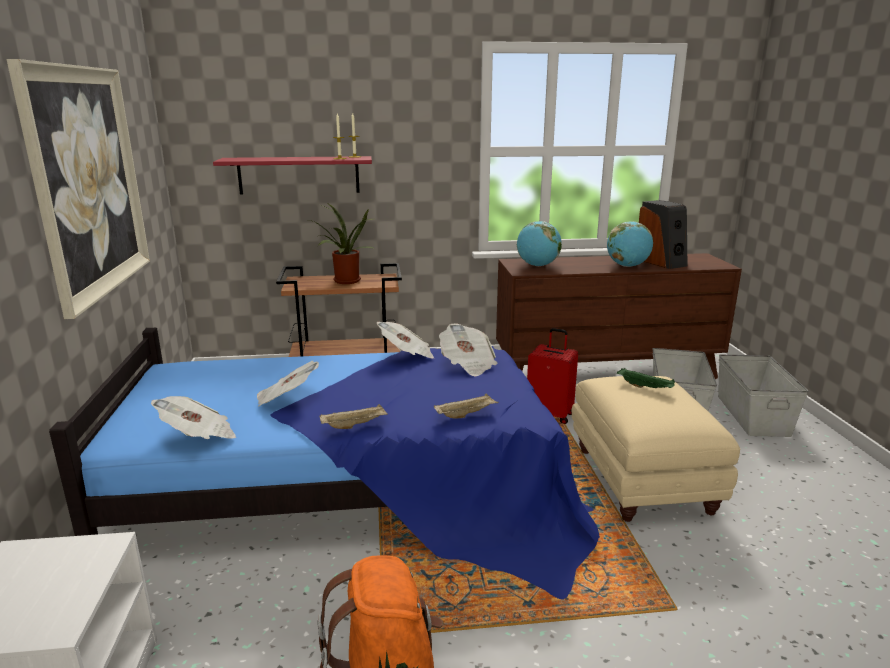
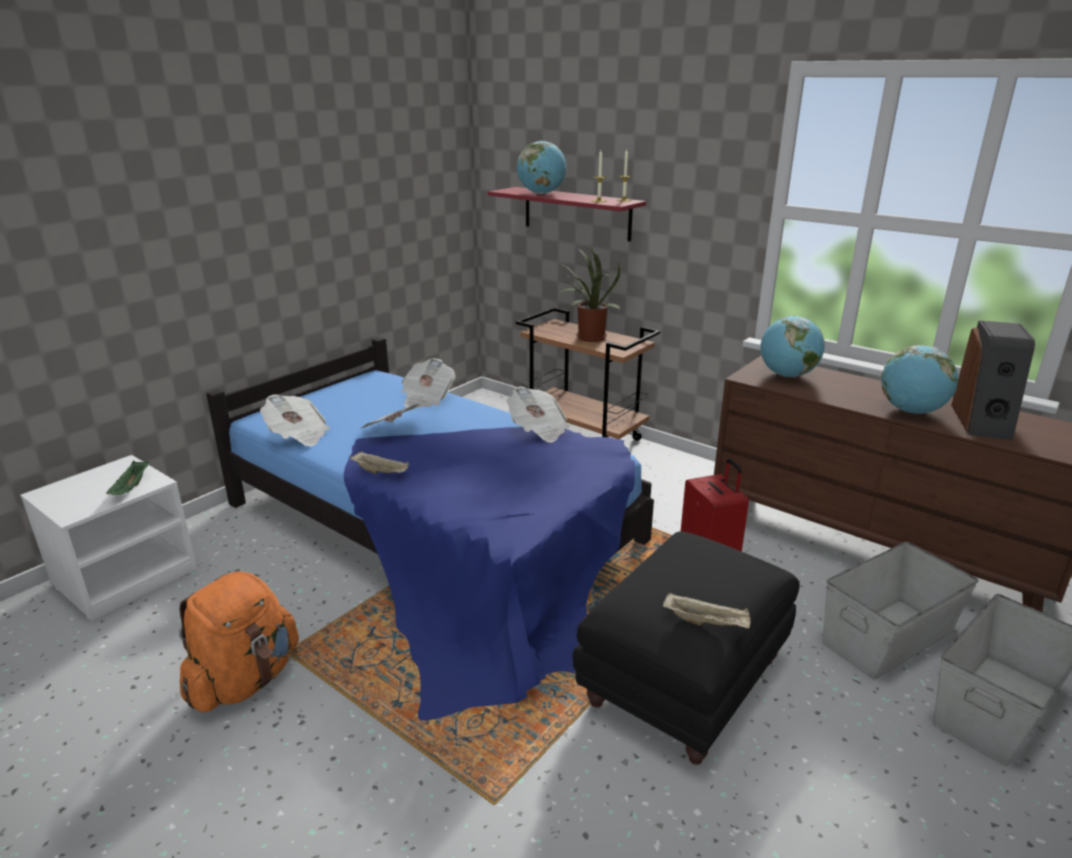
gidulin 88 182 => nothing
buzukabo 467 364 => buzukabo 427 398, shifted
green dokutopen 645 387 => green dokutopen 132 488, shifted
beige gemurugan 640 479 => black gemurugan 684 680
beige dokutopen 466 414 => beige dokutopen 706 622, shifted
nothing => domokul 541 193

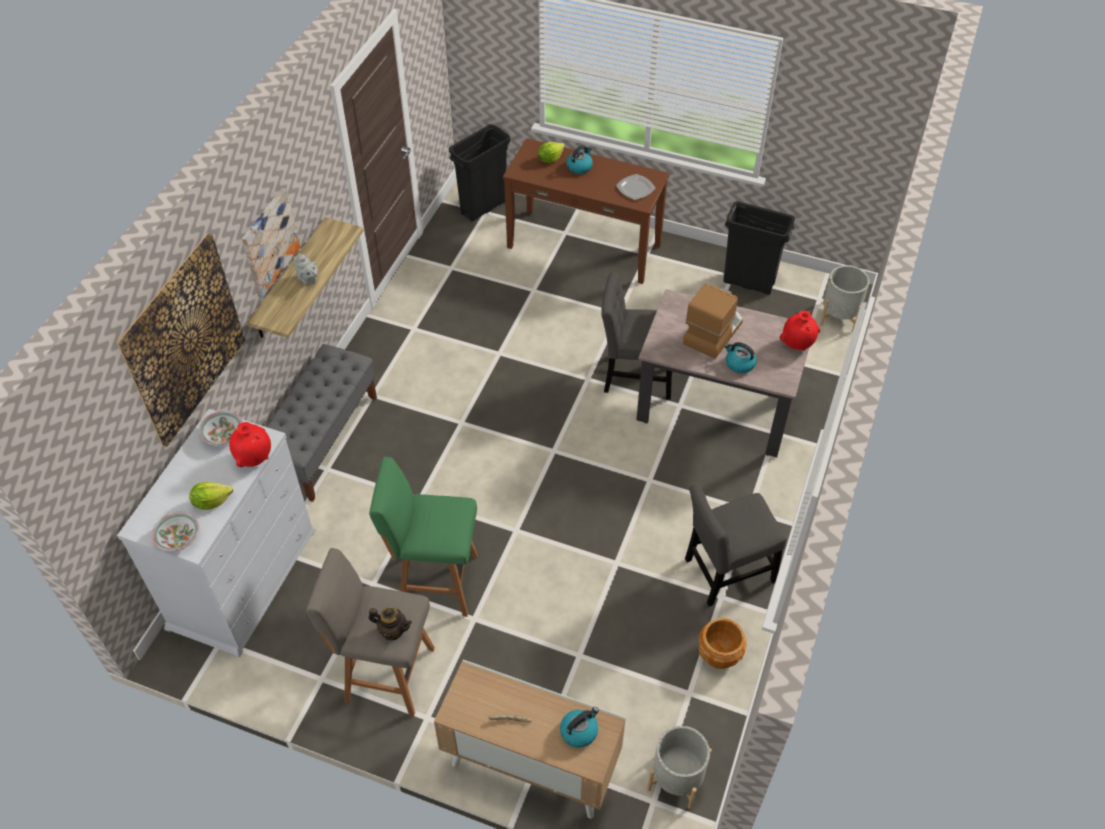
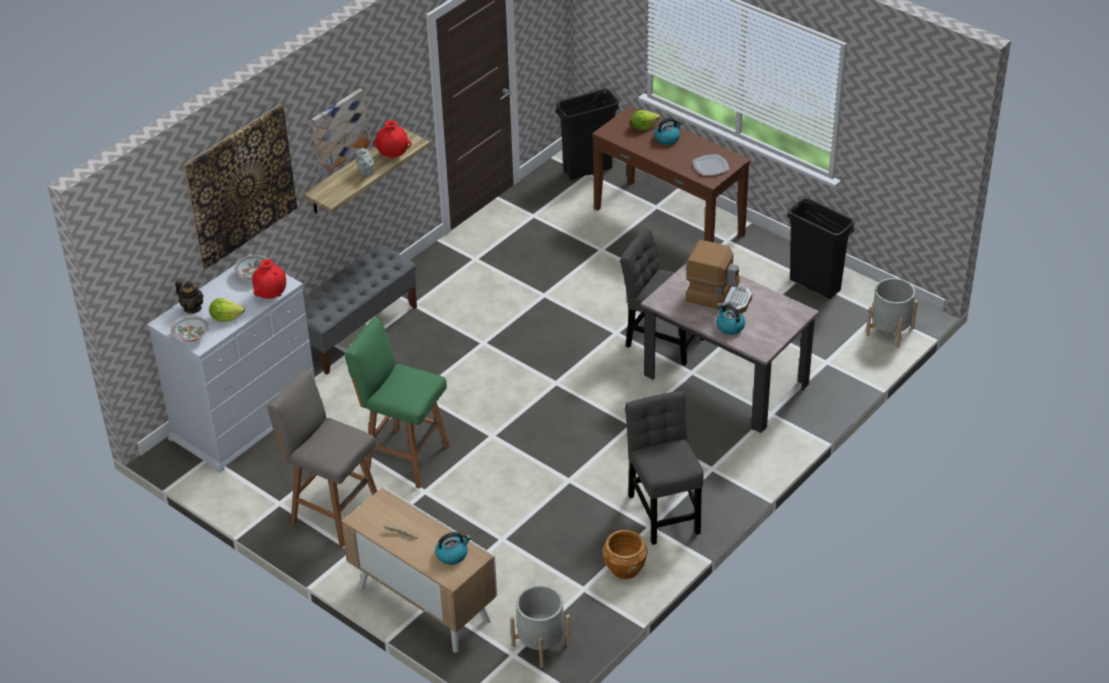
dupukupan 712 332 => dupukupan 719 297, 60 degrees clockwise
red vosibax 797 344 => red vosibax 393 155, shifted
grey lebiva 725 572 => grey lebiva 663 510, 75 degrees clockwise
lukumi 392 630 => lukumi 192 308, shifted

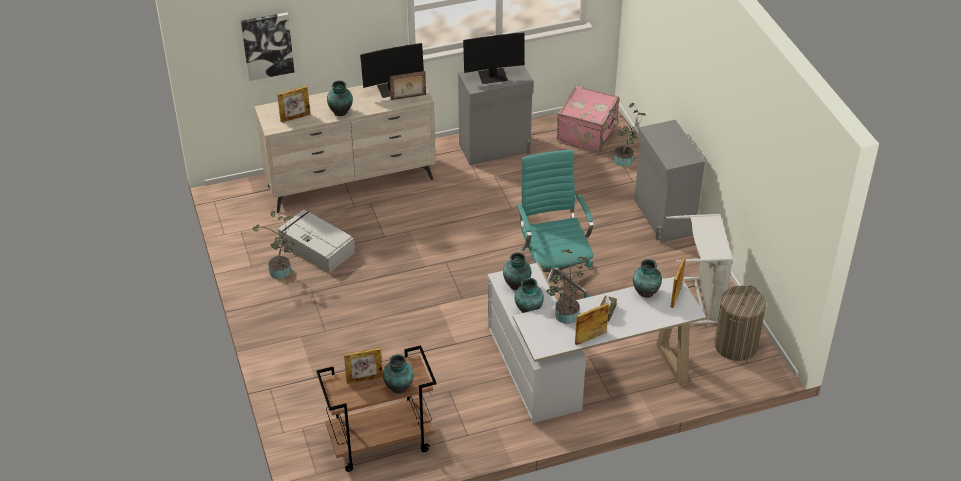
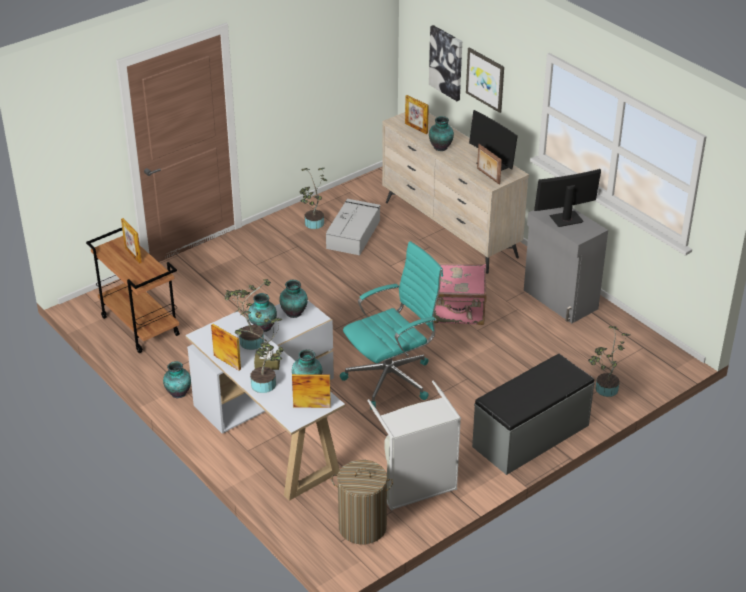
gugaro 493 76 => gugaro 566 219, 105 degrees clockwise
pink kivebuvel 588 133 => pink kivebuvel 457 310, shifted
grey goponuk 663 217 => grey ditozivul 531 436
vosibax 399 388 => vosibax 178 393, shifted
nothing => gidulin 485 79
nothing => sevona 265 386

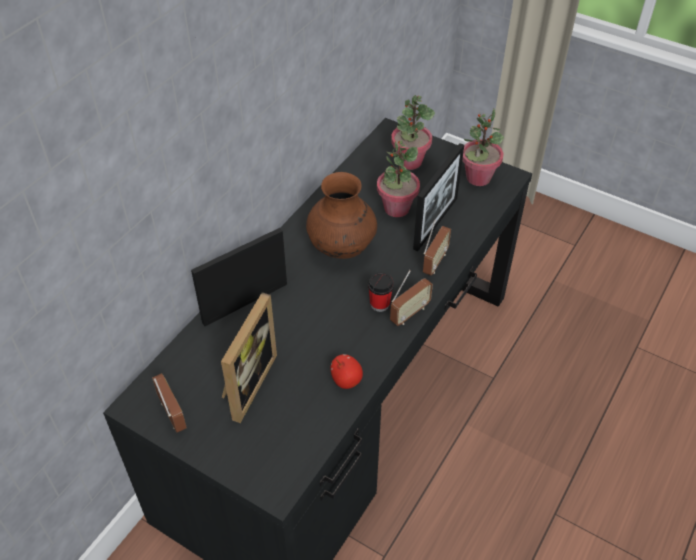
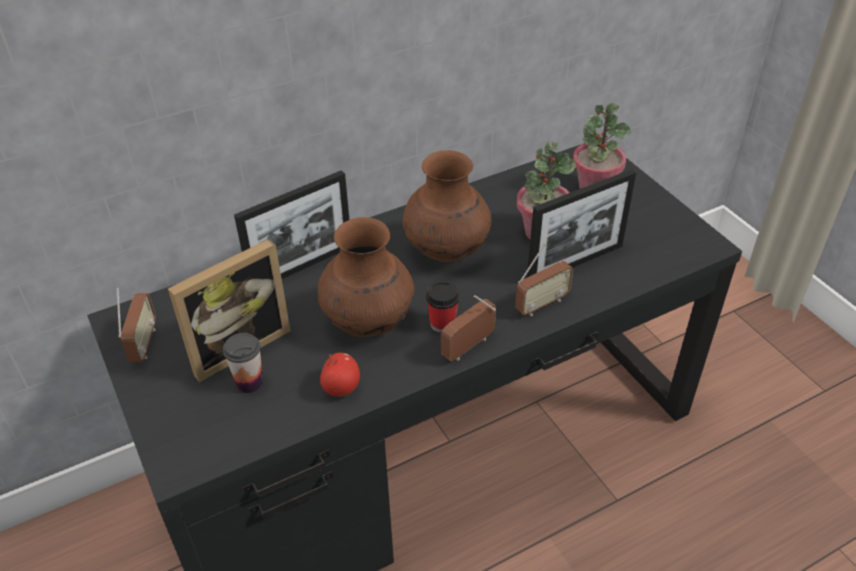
sevona 478 178 => nothing
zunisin 245 303 => zunisin 302 267, 150 degrees clockwise
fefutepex 409 313 => fefutepex 468 347, 150 degrees clockwise
nothing => brown vosibax 368 322
nothing => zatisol 249 382

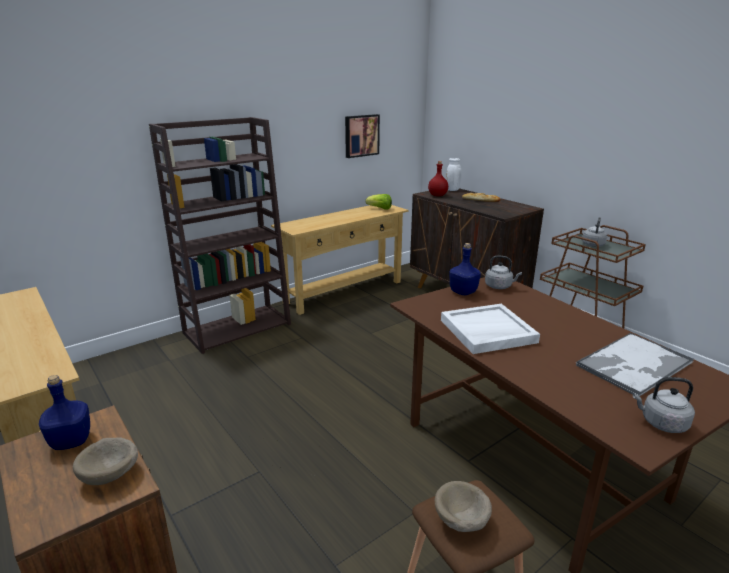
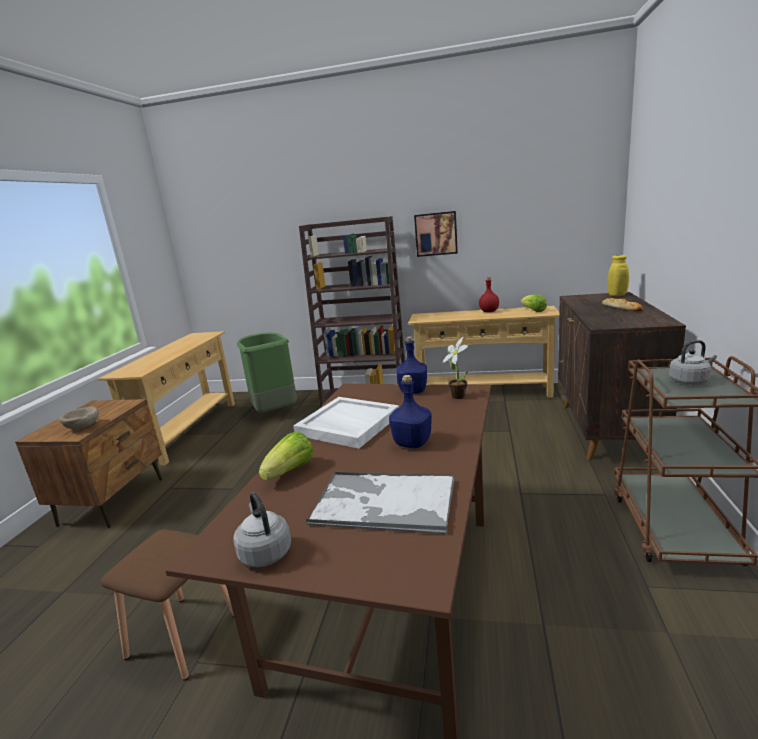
gidulin 361 135 => gidulin 436 234, shifted
white vosibax 452 190 => yellow vosibax 616 296
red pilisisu 438 195 => red pilisisu 489 311, shifted
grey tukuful 499 286 => sevona 457 395
blue pilisisu 70 441 => blue pilisisu 411 443, shifted
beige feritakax 461 521 => nothing
nothing => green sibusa 274 412
nothing => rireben 290 472

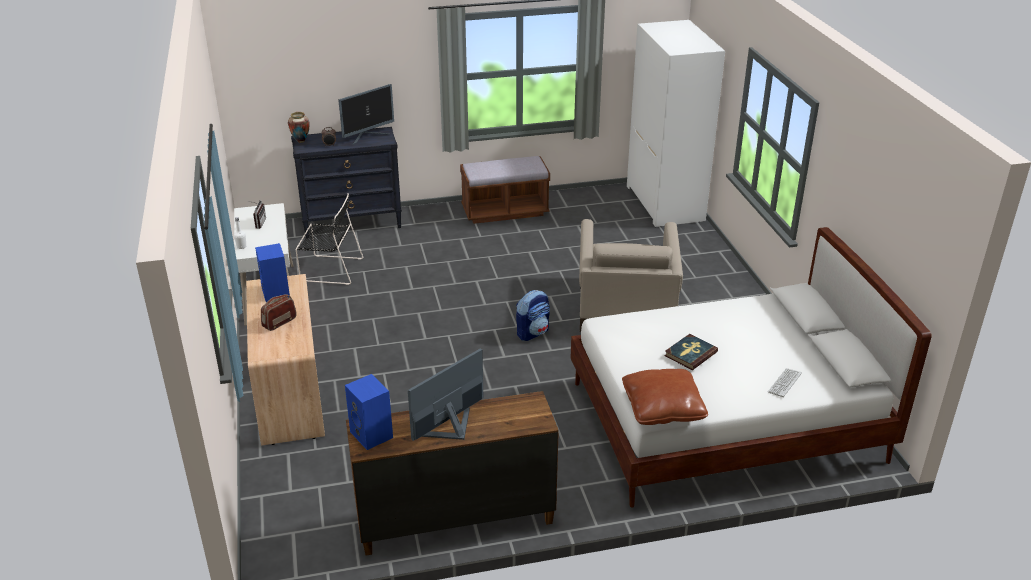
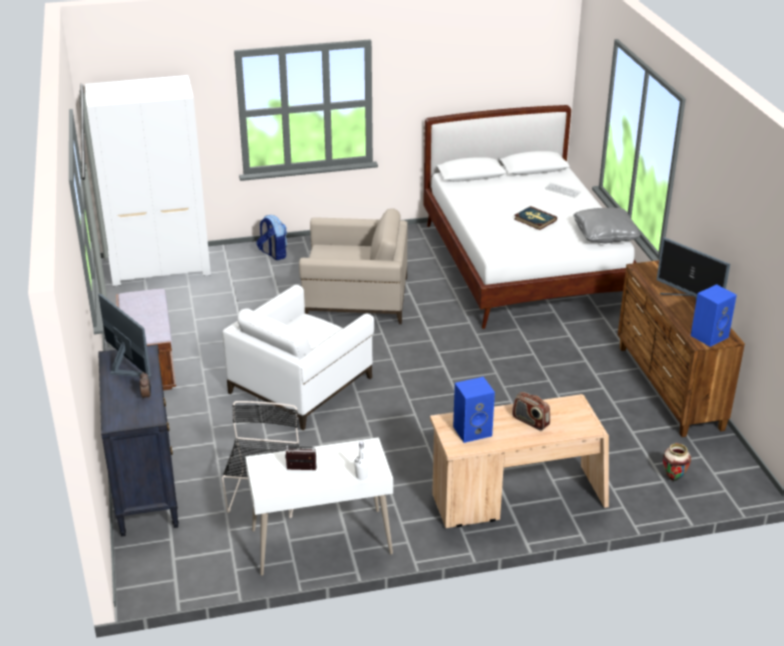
vosibax 300 141 => vosibax 673 478, shifted
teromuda 533 332 => teromuda 273 254, shifted
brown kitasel 662 408 => grey kitasel 605 235
nothing => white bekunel 301 385

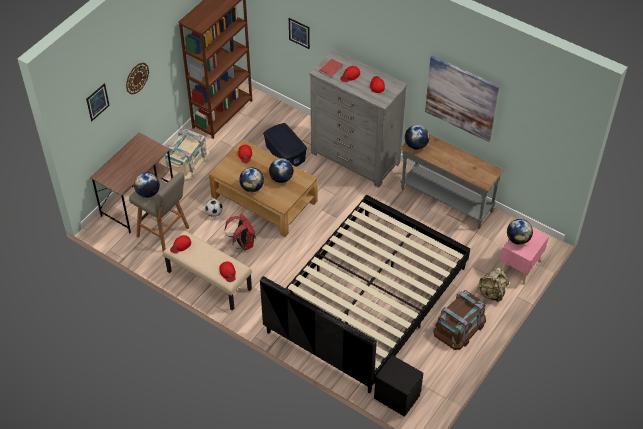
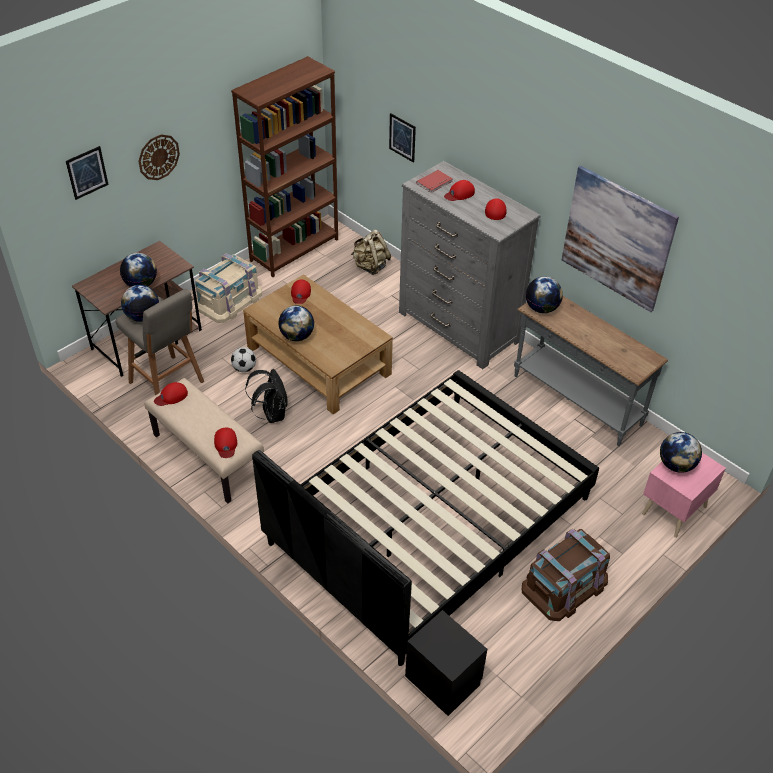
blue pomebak 285 153 => nothing
domokul 281 178 => domokul 141 284, shifted
red teromuda 243 243 => black teromuda 271 414
beige teromuda 492 292 => beige teromuda 370 266, shifted

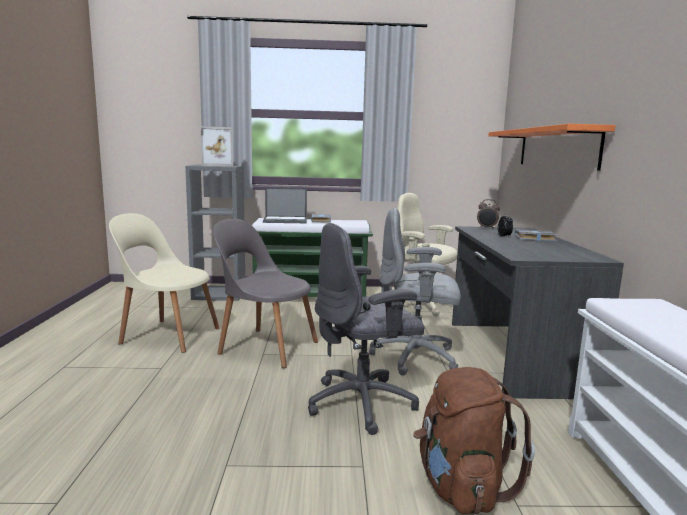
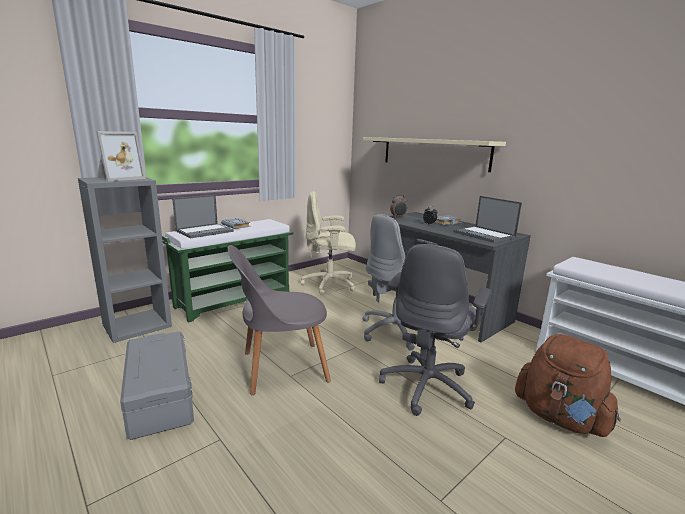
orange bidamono 556 148 => beige bidamono 433 153
beige lebiva 167 335 => grey pomebak 159 397
nothing => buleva 484 235

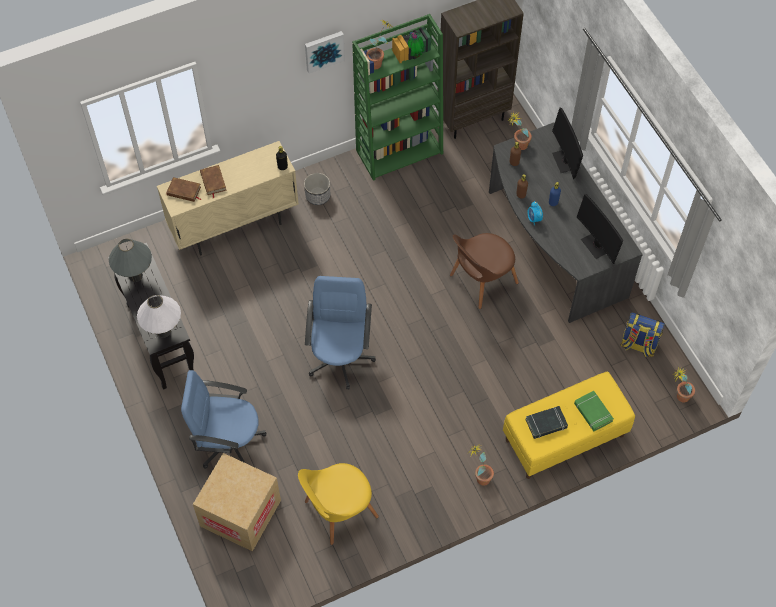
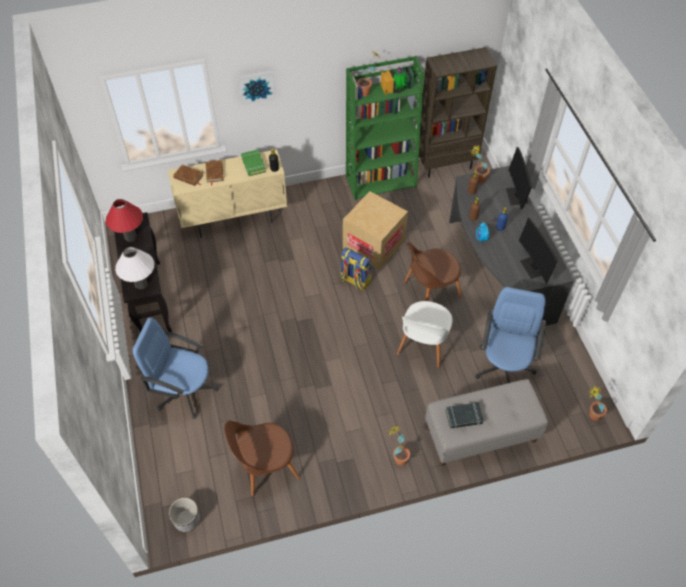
gidulin 324 50 => gidulin 256 86, shifted
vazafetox 317 196 => vazafetox 186 519, shifted
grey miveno 135 276 => red miveno 130 236
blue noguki 340 357 => blue noguki 504 366, shifted
teromuda 638 345 => teromuda 355 280, shifted
yellow ditozivul 564 438 => grey ditozivul 480 435
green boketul 593 412 => green boketul 253 164, shifted
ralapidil 240 513 => ralapidil 374 244, shifted
yellow lebiva 338 511 => brown lebiva 265 466
nothing => white lebiva 423 345

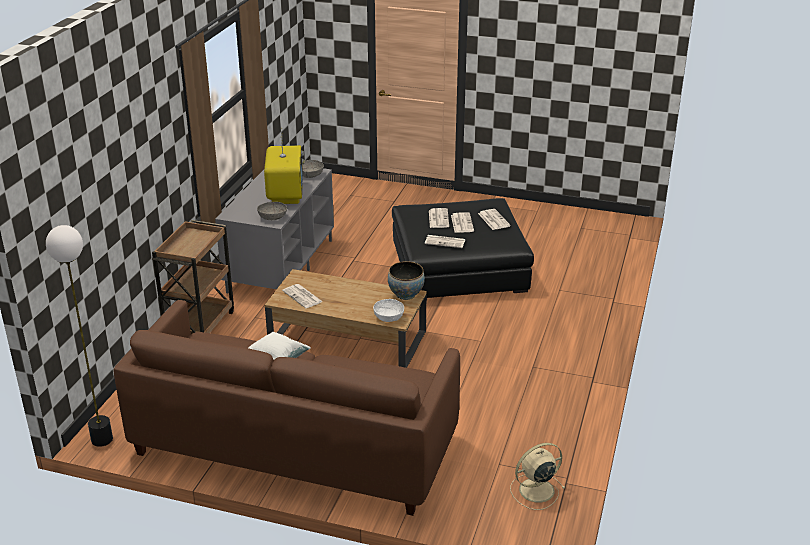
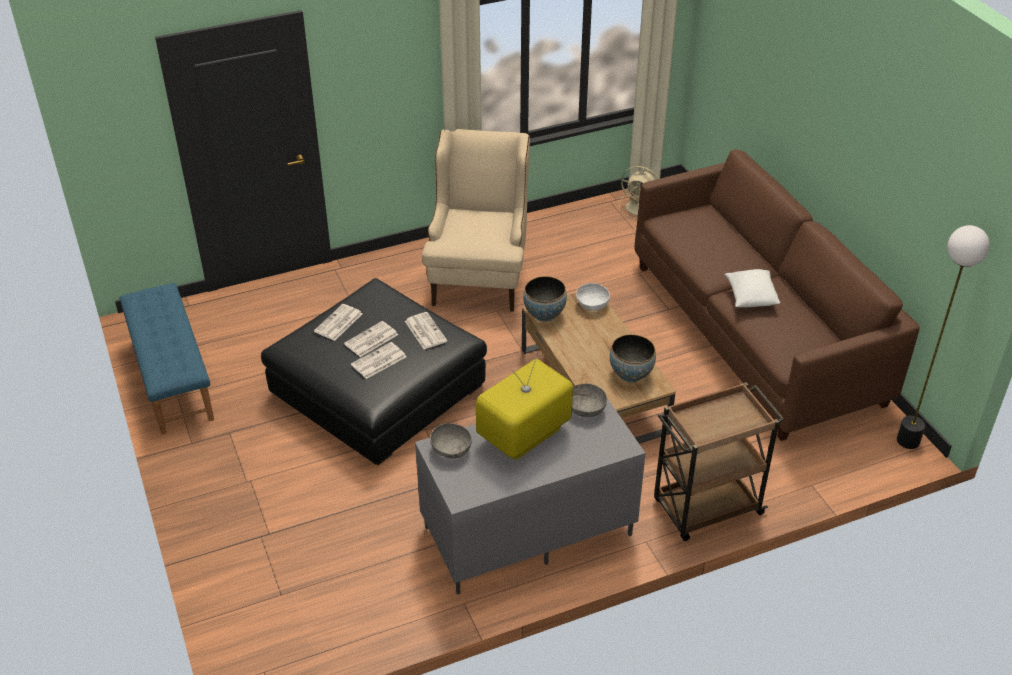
buzukabo 303 296 => feritakax 630 374
nothing => beige bekunel 480 273
nothing => blue ditozivul 171 378

